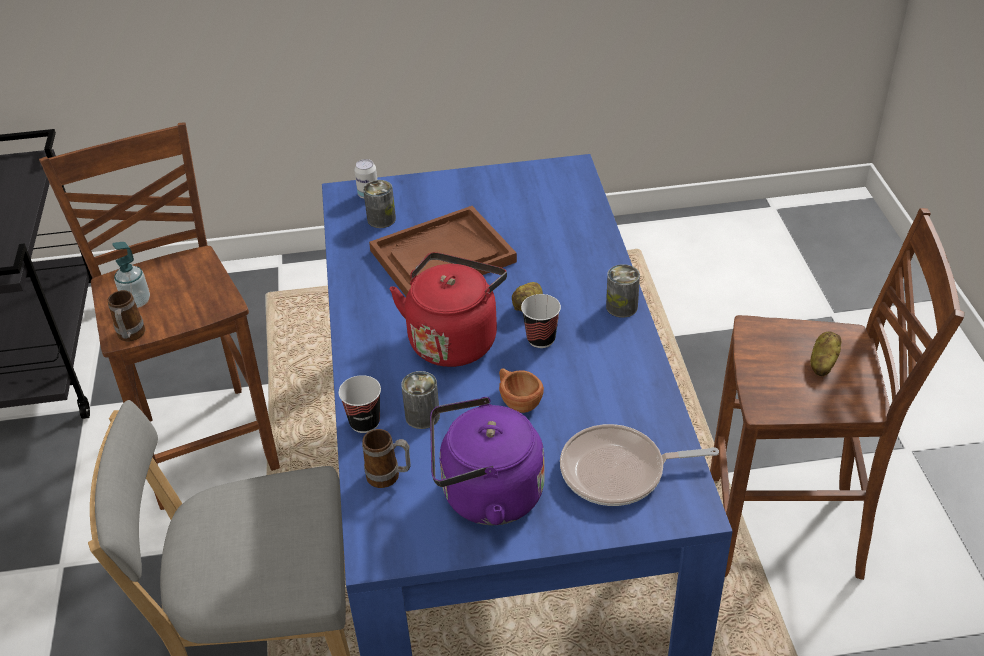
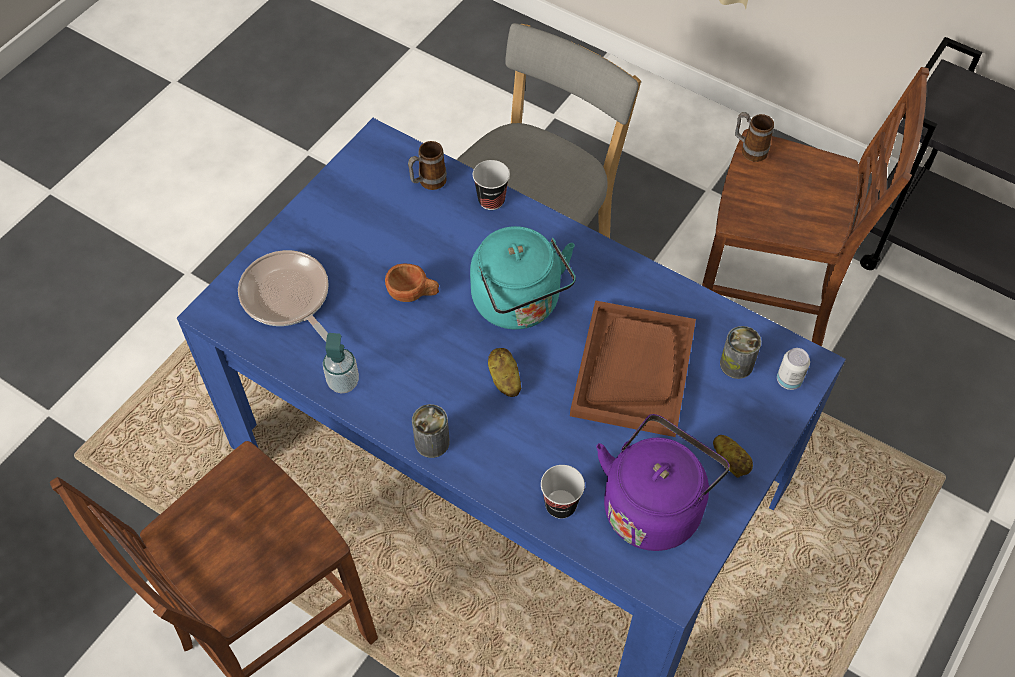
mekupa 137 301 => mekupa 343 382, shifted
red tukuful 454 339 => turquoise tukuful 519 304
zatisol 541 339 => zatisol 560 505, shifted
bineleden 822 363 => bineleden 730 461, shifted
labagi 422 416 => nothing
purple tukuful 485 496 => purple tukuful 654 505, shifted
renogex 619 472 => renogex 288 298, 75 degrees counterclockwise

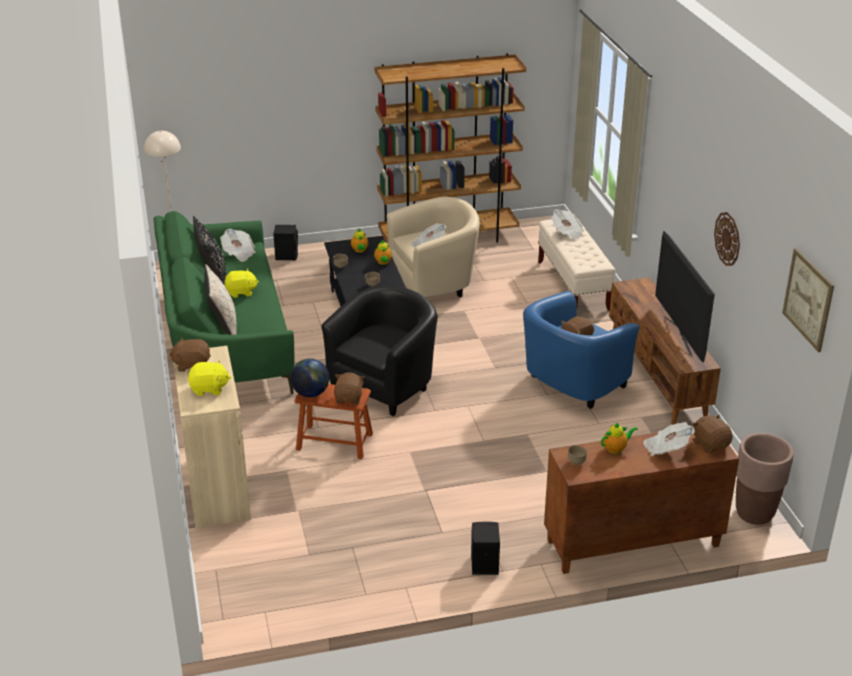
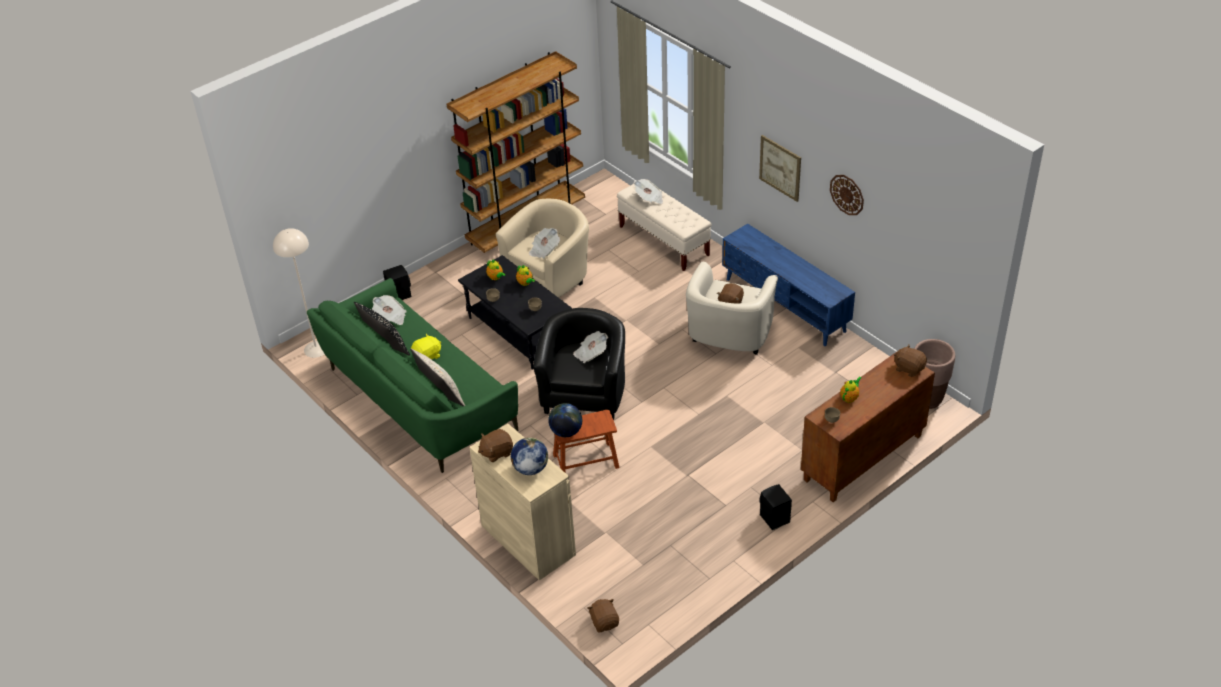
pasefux 678 336 => nothing
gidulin 808 299 => gidulin 780 168, shifted
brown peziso 658 376 => blue peziso 785 305
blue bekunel 571 385 => beige bekunel 728 338
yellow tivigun 209 389 => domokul 530 468
brown tivigun 349 398 => brown tivigun 604 622, shifted
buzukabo 666 448 => buzukabo 591 354, shifted

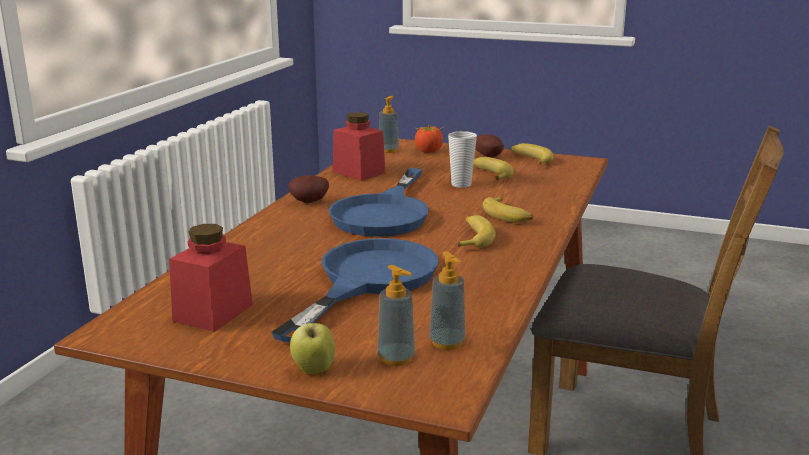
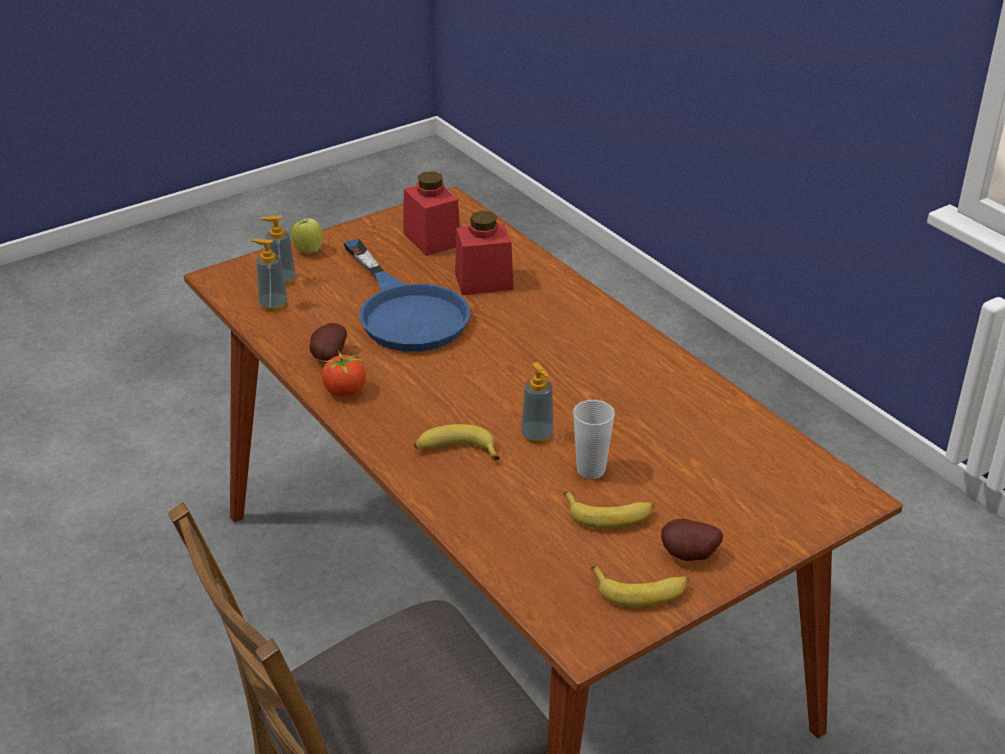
mekupa 388 150 => mekupa 537 435, shifted
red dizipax 359 172 => red dizipax 484 281, shifted
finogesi 429 151 => finogesi 344 391, shifted
blue renogex 385 213 => nothing
bineleden 310 202 => bineleden 327 357, shifted
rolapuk 473 238 => nothing

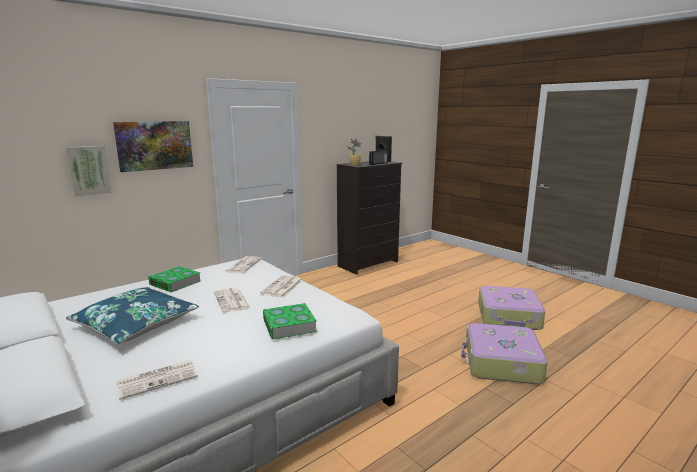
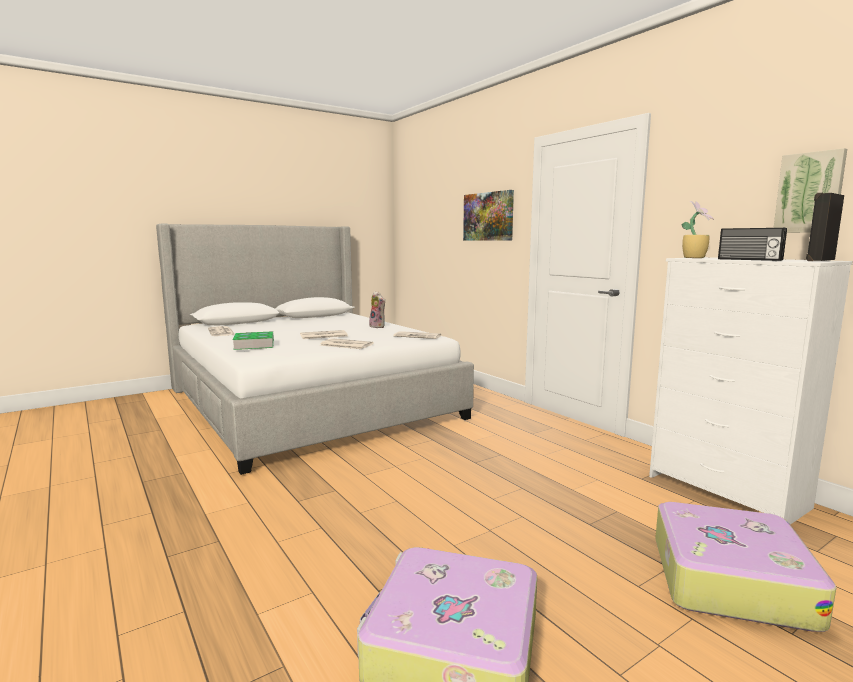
gidulin 89 170 => gidulin 809 193, shifted
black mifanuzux 369 264 => white mifanuzux 726 492
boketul 175 283 => tivigun 378 326
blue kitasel 135 325 => nothing
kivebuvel 501 363 => kivebuvel 728 579, shifted

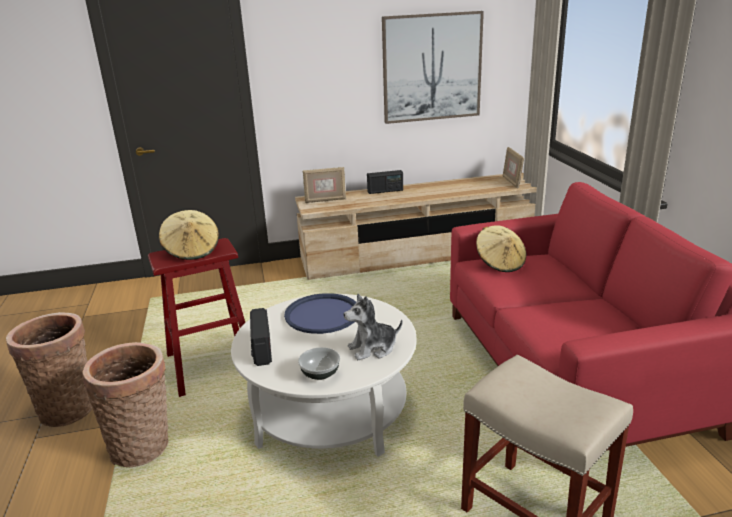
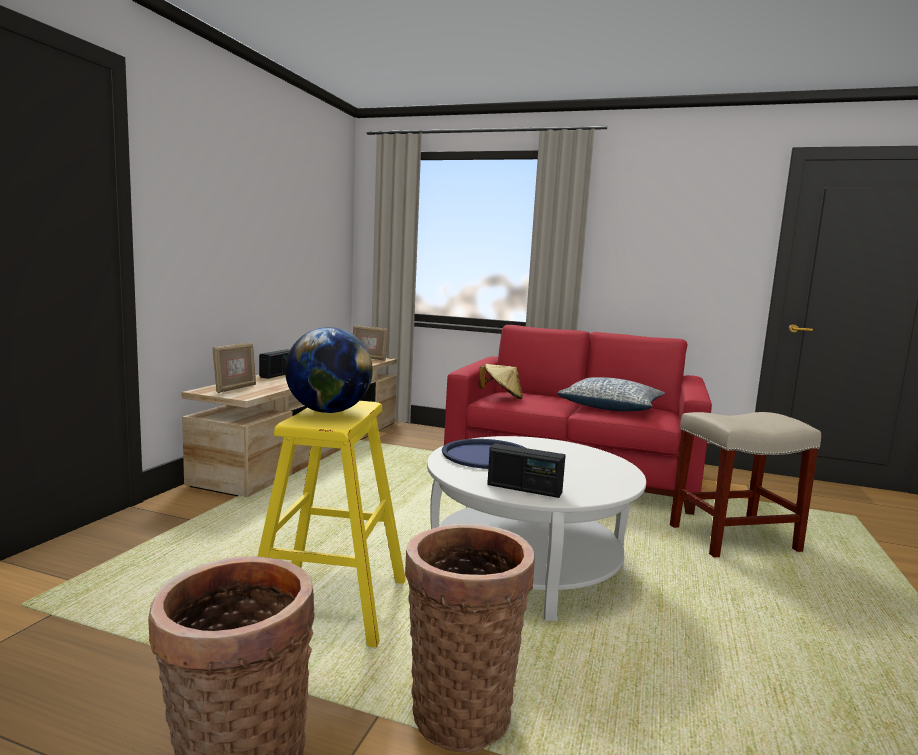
gidulin 432 67 => nothing
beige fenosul 192 251 => domokul 328 411
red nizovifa 212 364 => yellow nizovifa 330 604
tivigun 373 348 => nothing
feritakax 320 374 => nothing
nothing => kitasel 611 408

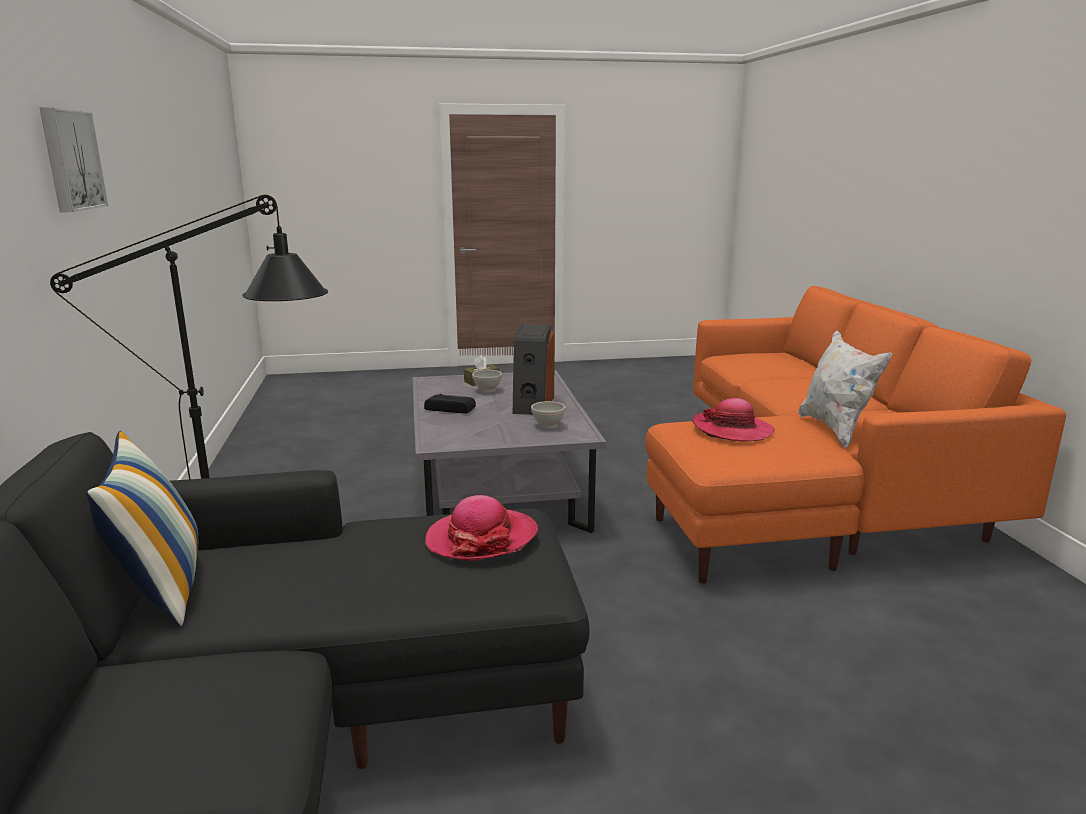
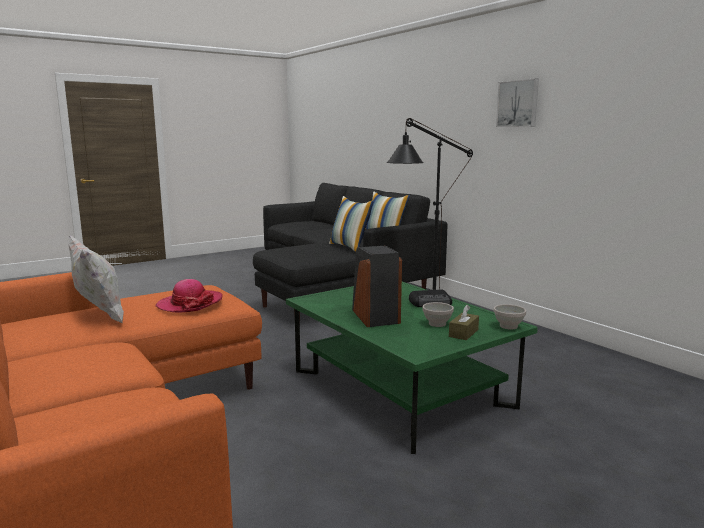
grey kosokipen 499 489 => green kosokipen 399 388
white feritakax 548 425 => white feritakax 508 326, shifted
fenosul 482 538 => nothing
nothing => kitasel 350 247

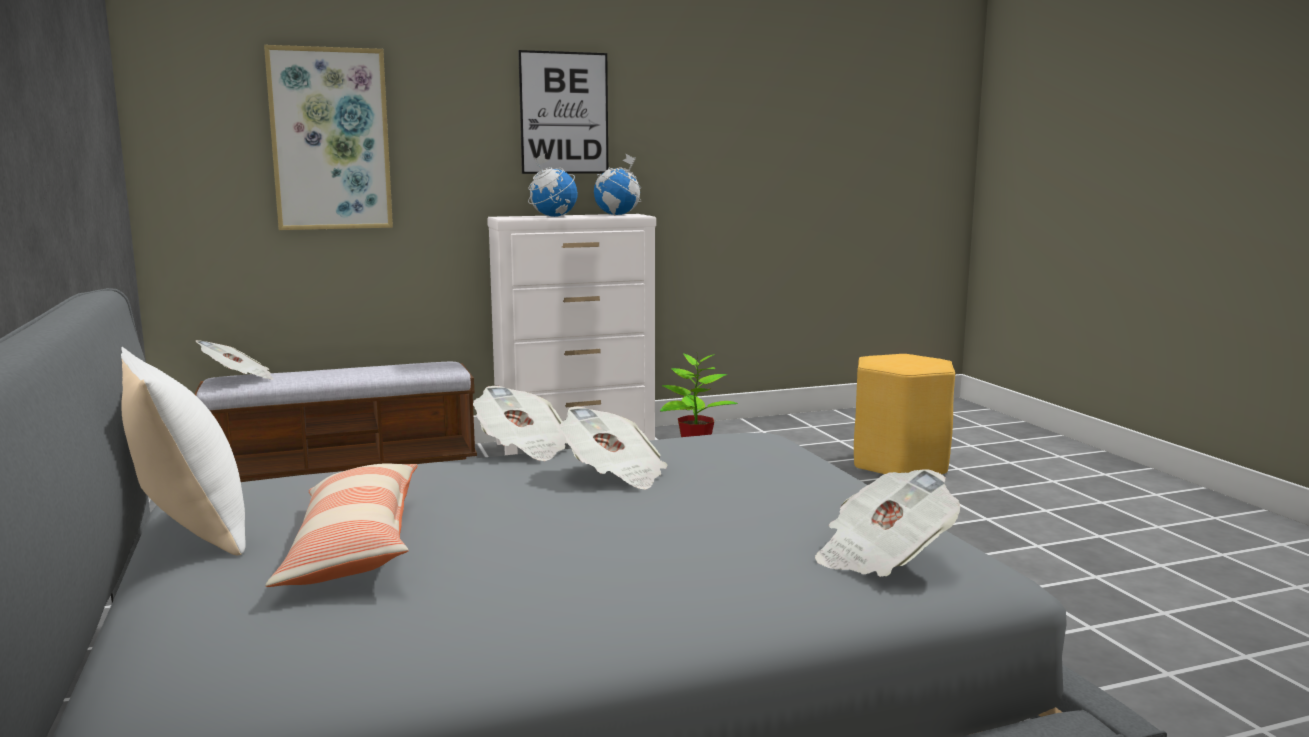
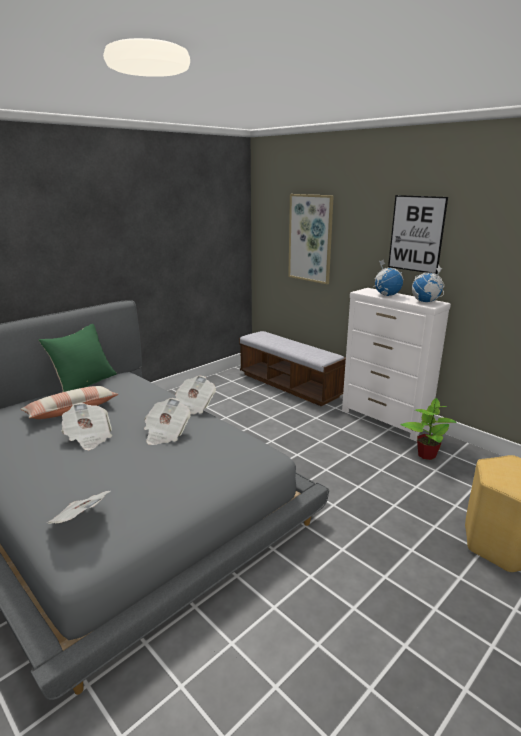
buzukabo 239 379 => buzukabo 89 437, shifted
white kitasel 184 529 => green kitasel 84 384

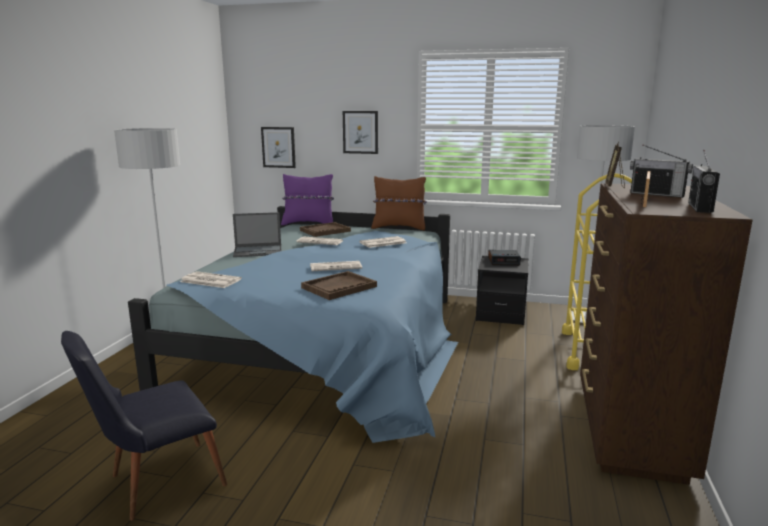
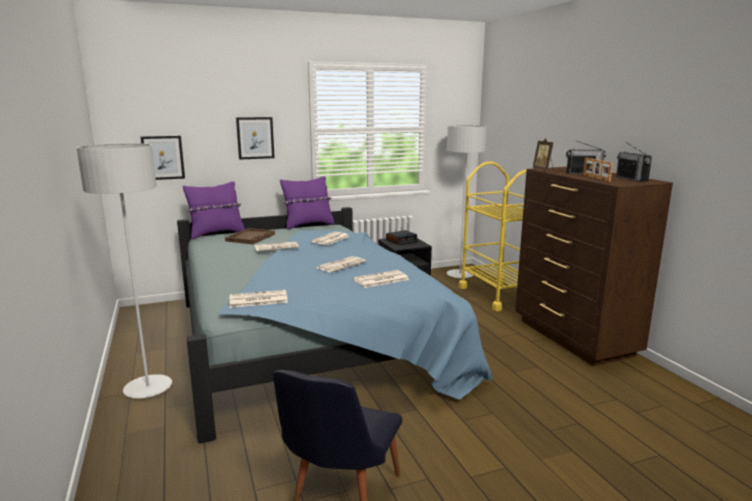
brown kitasel 399 228 => purple kitasel 308 225
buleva 258 251 => nothing
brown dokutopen 339 287 => buzukabo 380 280

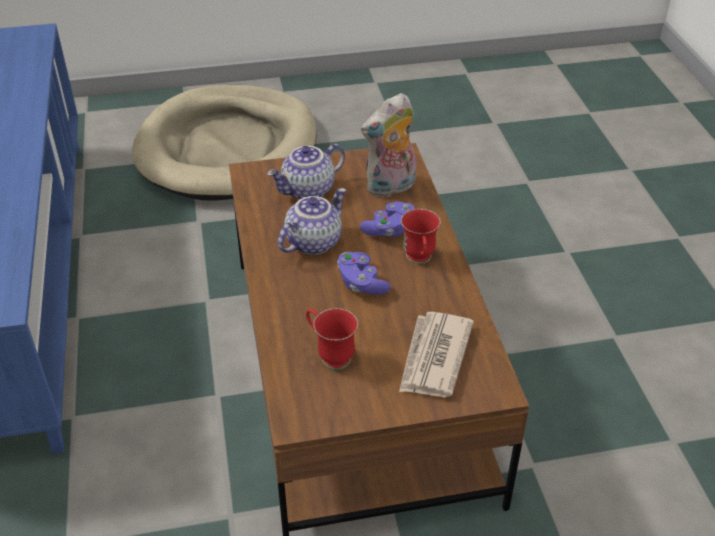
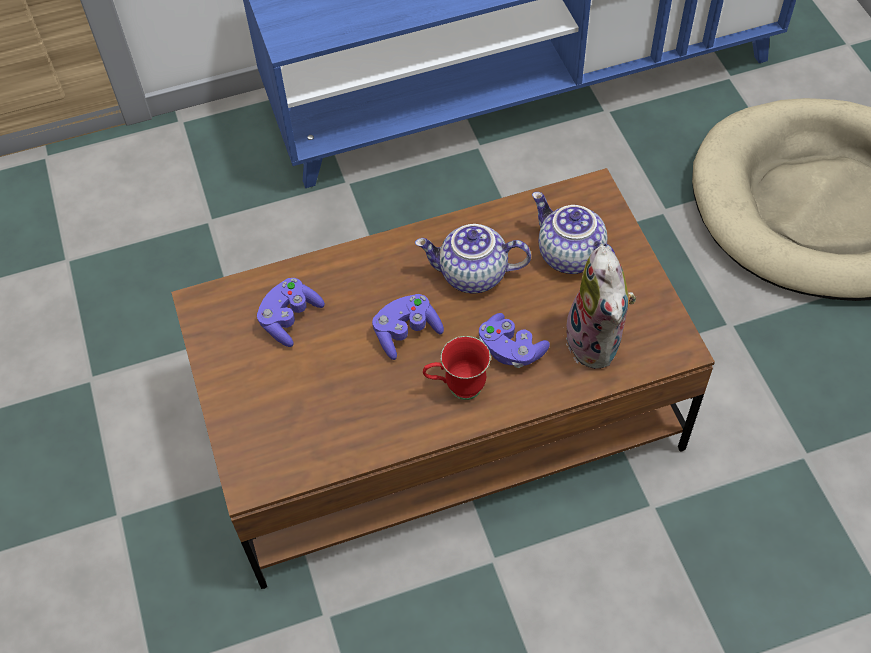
tivigun 390 188 => tivigun 598 342, 150 degrees counterclockwise
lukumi 313 242 => lukumi 472 275, 150 degrees clockwise
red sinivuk 330 355 => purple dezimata 290 319
buzukabo 434 357 => nothing

